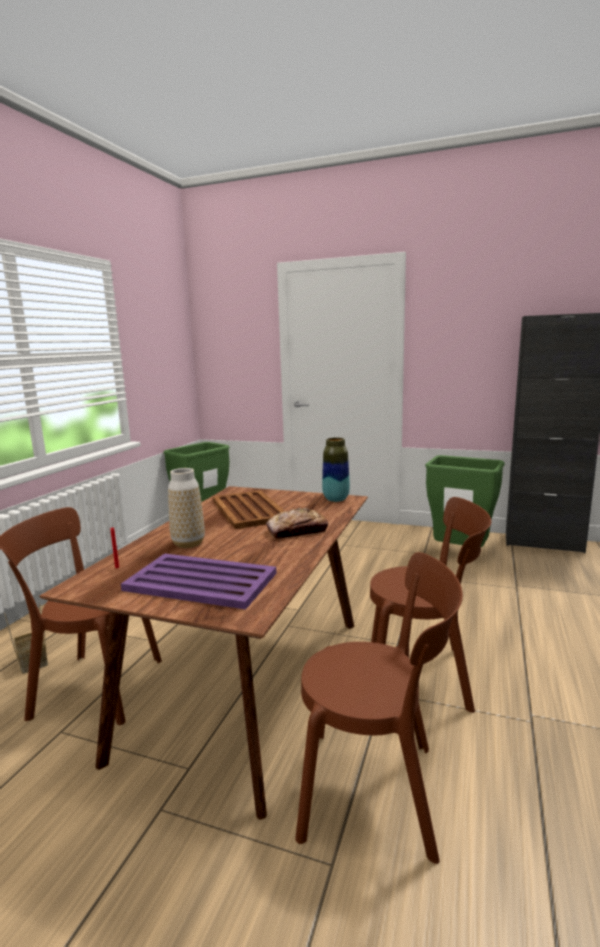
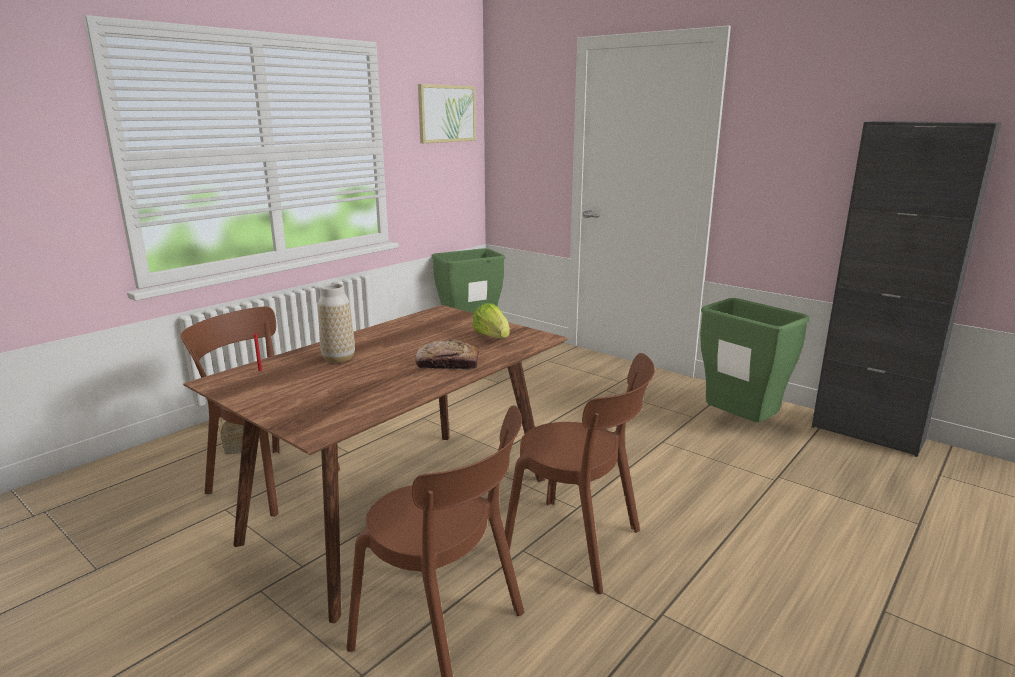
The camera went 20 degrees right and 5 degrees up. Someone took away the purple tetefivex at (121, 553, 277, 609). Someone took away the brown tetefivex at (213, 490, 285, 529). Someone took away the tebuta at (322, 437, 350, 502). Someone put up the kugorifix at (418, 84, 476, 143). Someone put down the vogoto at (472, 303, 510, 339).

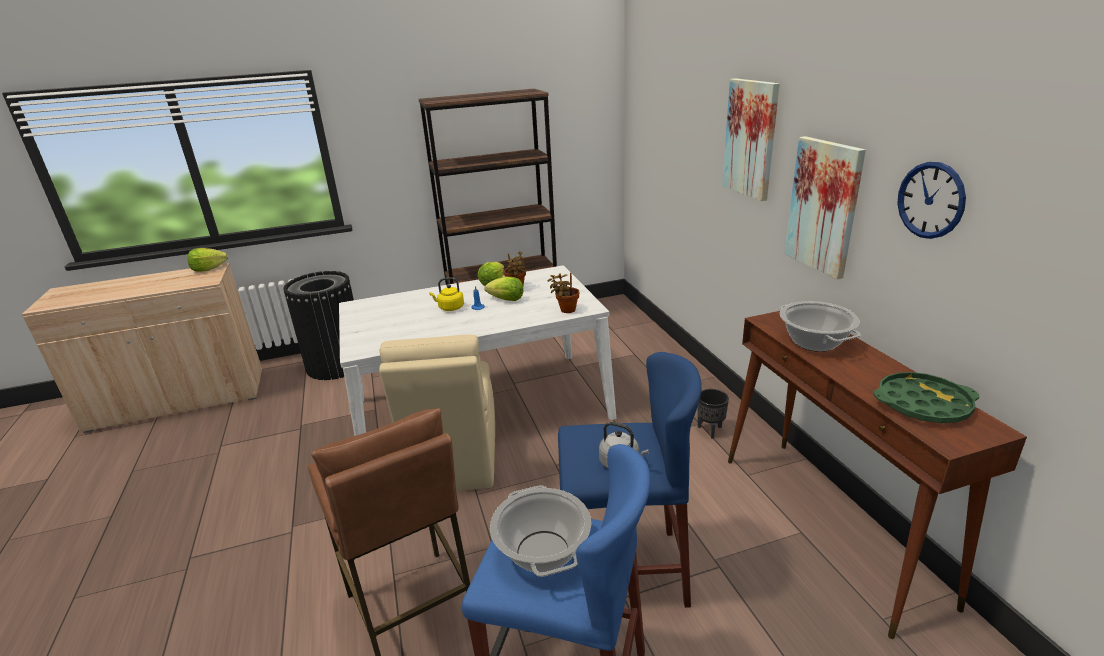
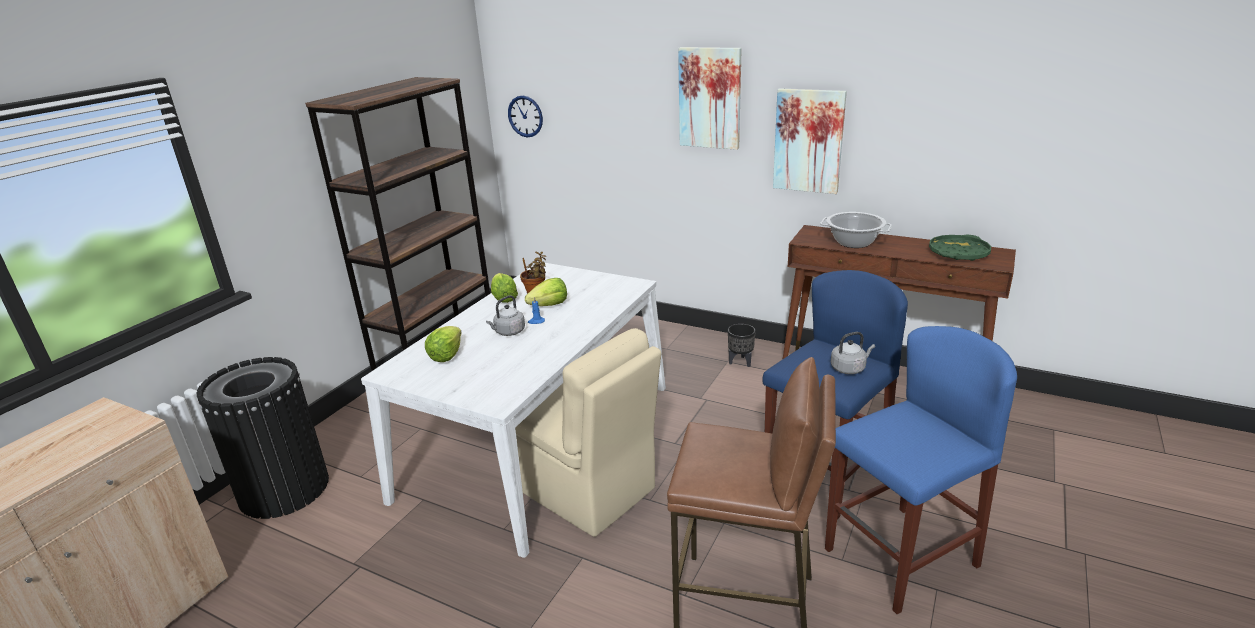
The camera went 45 degrees left and 0 degrees up. Someone carried the vogoto from (187, 248, 228, 272) to (425, 326, 462, 362). Someone repainted the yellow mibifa at (429, 277, 464, 311), which became the grey mibifa at (486, 295, 525, 336). Someone took away the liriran at (490, 485, 591, 577). Someone took away the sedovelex at (548, 273, 579, 313). Someone carried the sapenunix from (897, 162, 966, 239) to (508, 96, 543, 137).

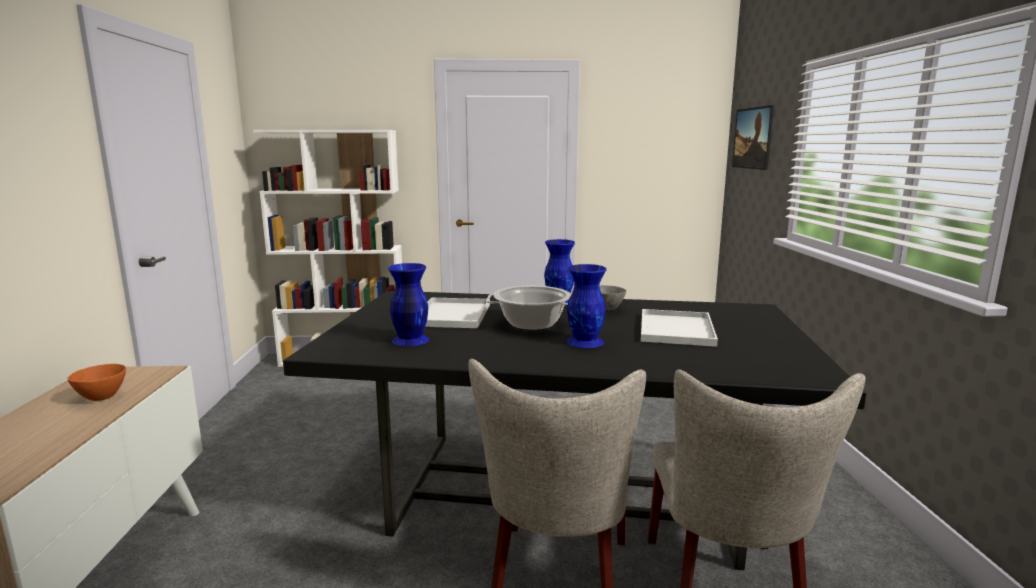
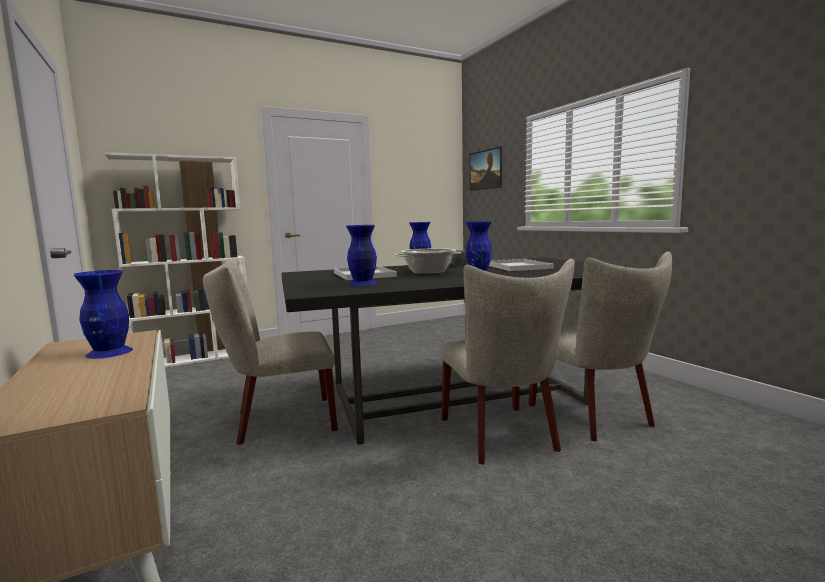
The camera went 25 degrees left and 5 degrees down. Someone swapped the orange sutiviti at (67, 364, 126, 401) for the blue tebuta at (74, 270, 133, 359). Someone put down the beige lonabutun at (203, 259, 338, 445).

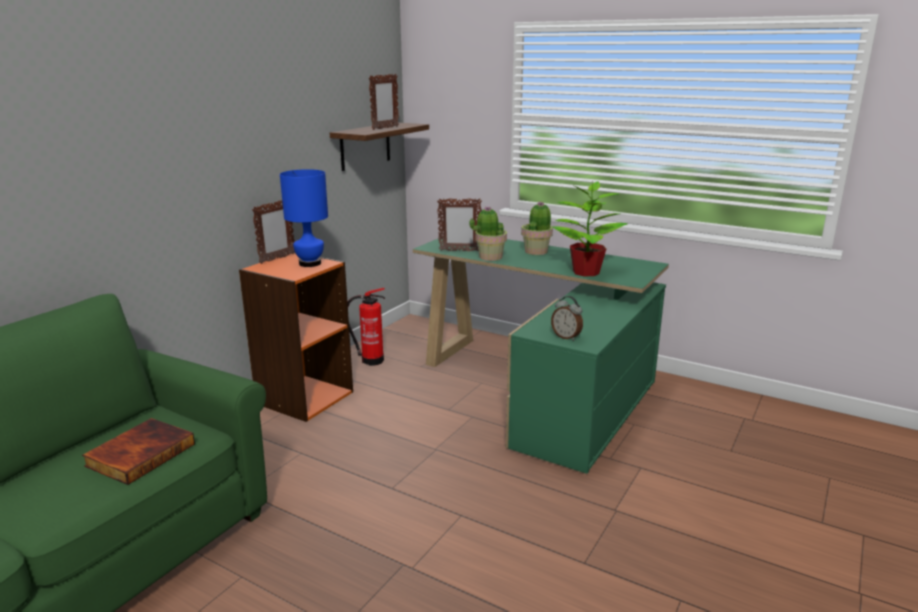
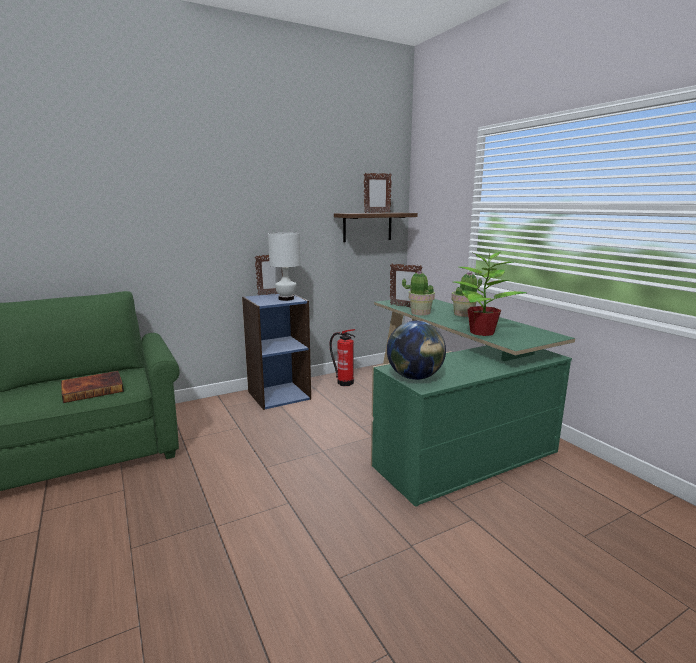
The camera went 30 degrees right and 5 degrees down. Someone repainted the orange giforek at (239, 252, 353, 422), which became the blue giforek at (242, 294, 311, 410). Someone repainted the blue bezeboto at (280, 169, 328, 267), which became the white bezeboto at (268, 232, 300, 301). Someone swapped the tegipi at (551, 296, 583, 341) for the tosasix at (387, 321, 446, 380).

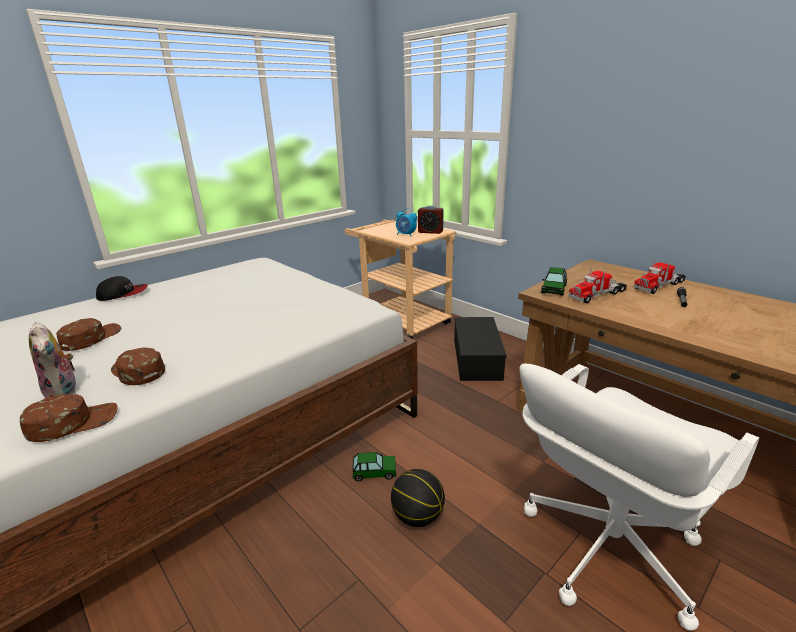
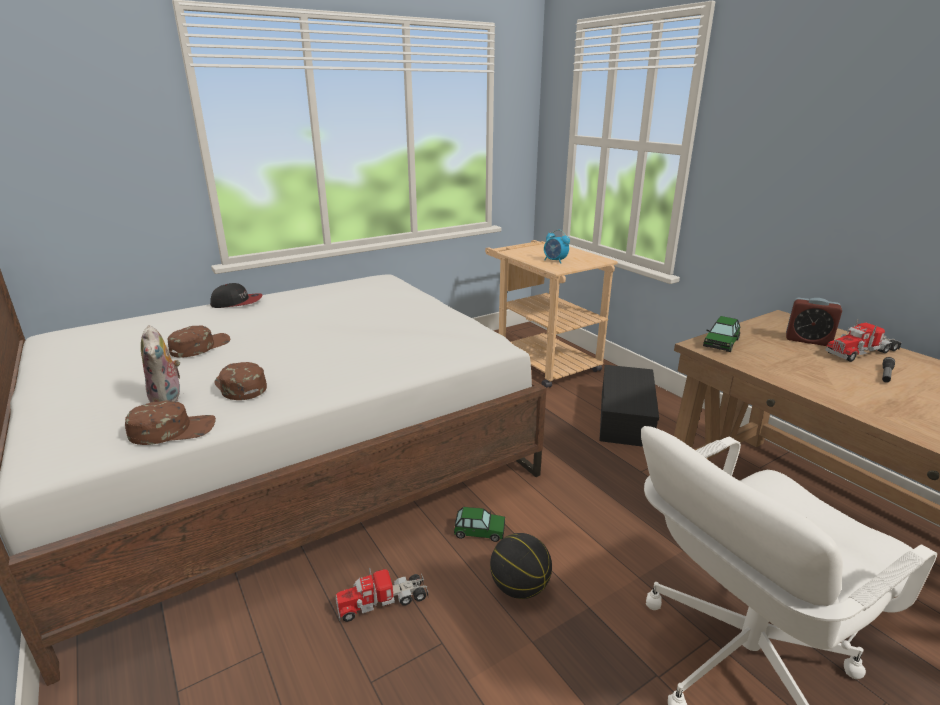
The camera went 10 degrees right and 0 degrees up. Someone carried the tegipi from (418, 205, 444, 234) to (786, 297, 842, 346). Someone carried the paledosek from (568, 268, 627, 304) to (336, 568, 428, 622).

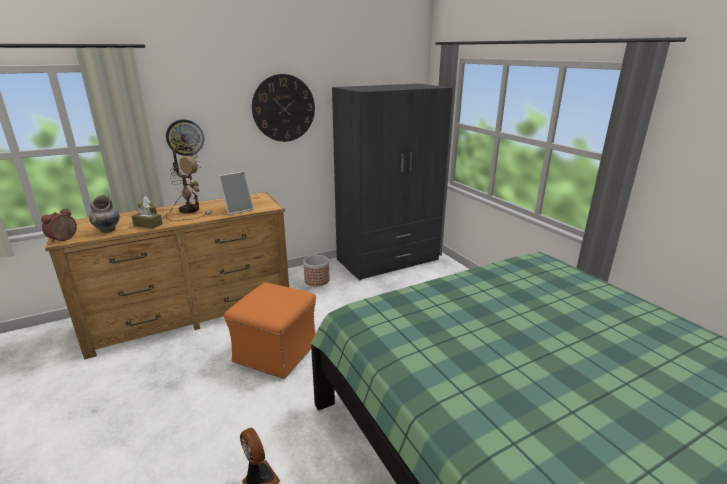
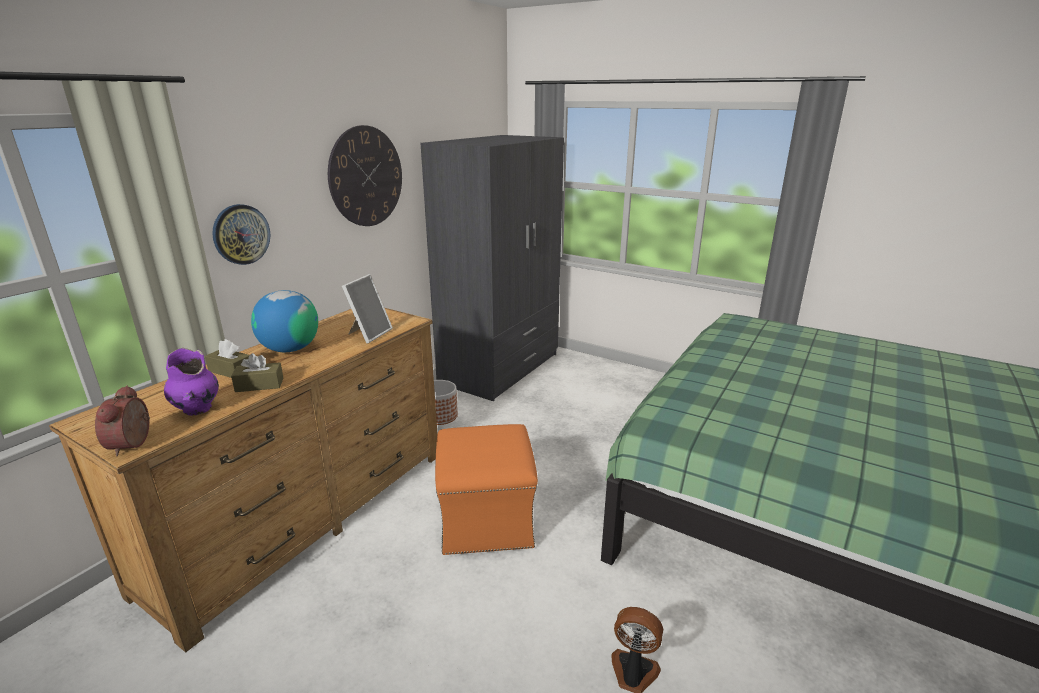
The camera went 30 degrees left and 0 degrees up. Someone repainted the grey tebuta at (89, 195, 120, 233), which became the purple tebuta at (164, 348, 219, 416). Someone swapped the bezeboto at (166, 146, 211, 221) for the tosasix at (251, 290, 318, 352).

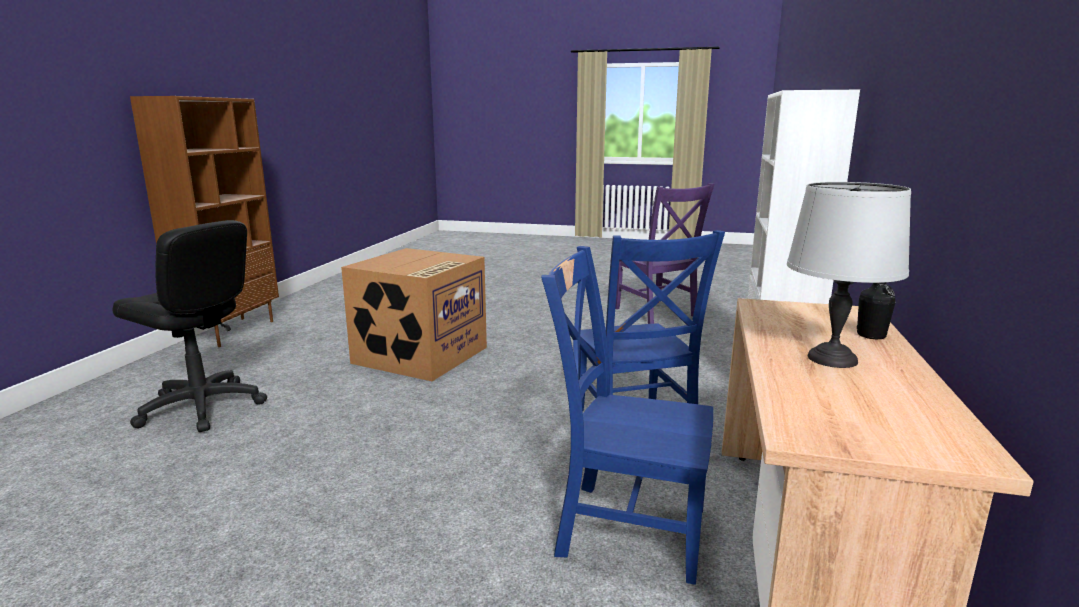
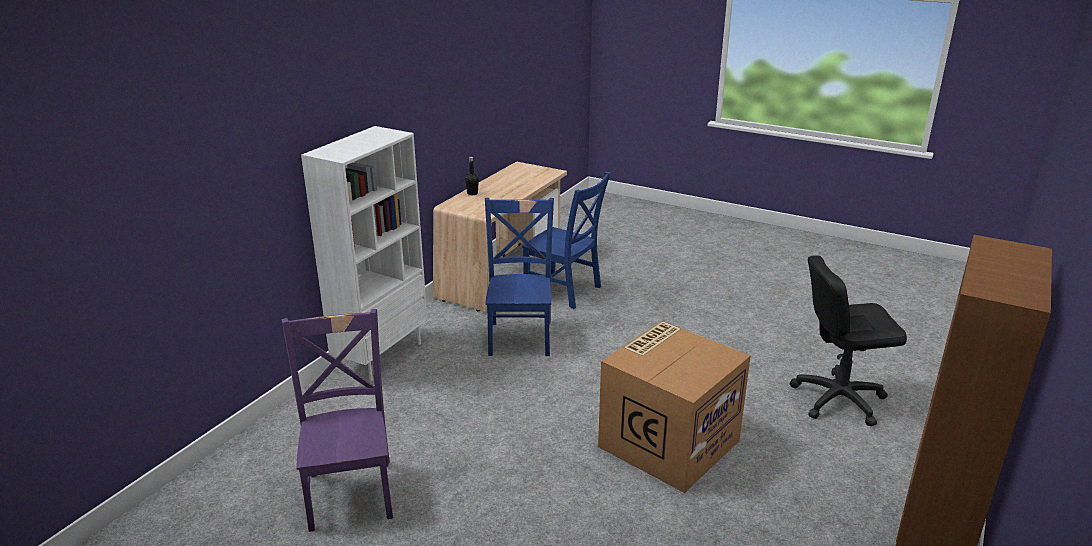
The camera went 165 degrees left and 10 degrees up. Someone rotated the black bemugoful at (112, 220, 267, 432) by 45 degrees counterclockwise. Someone took away the grey bezeboto at (787, 182, 911, 368).

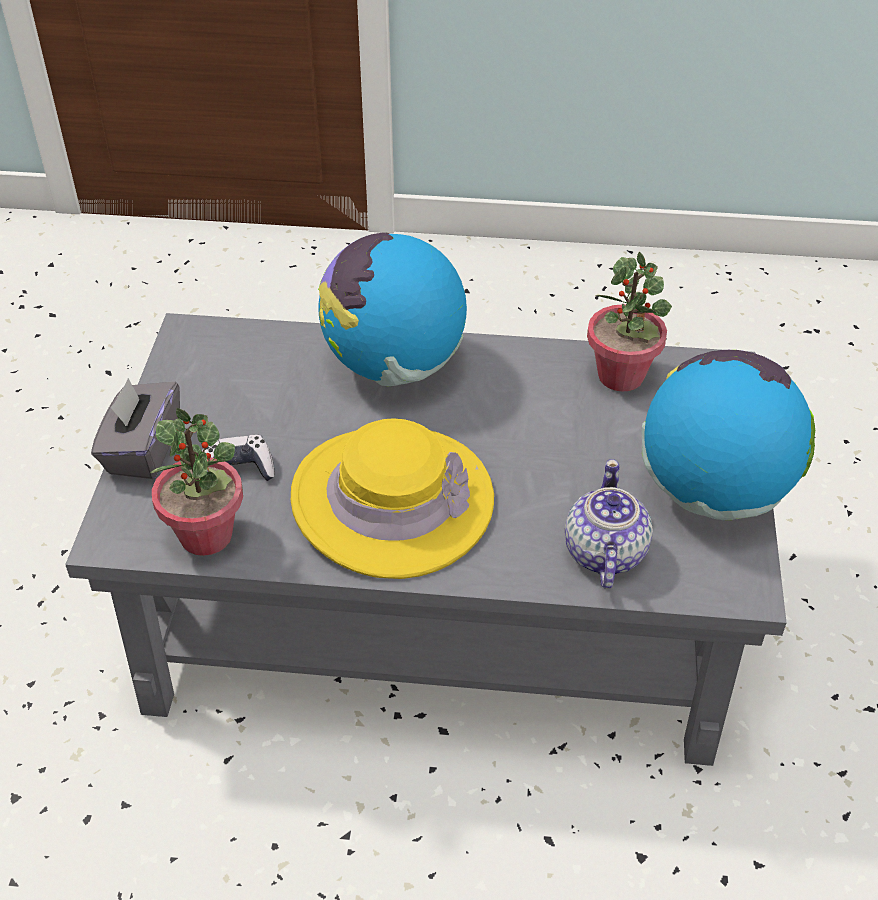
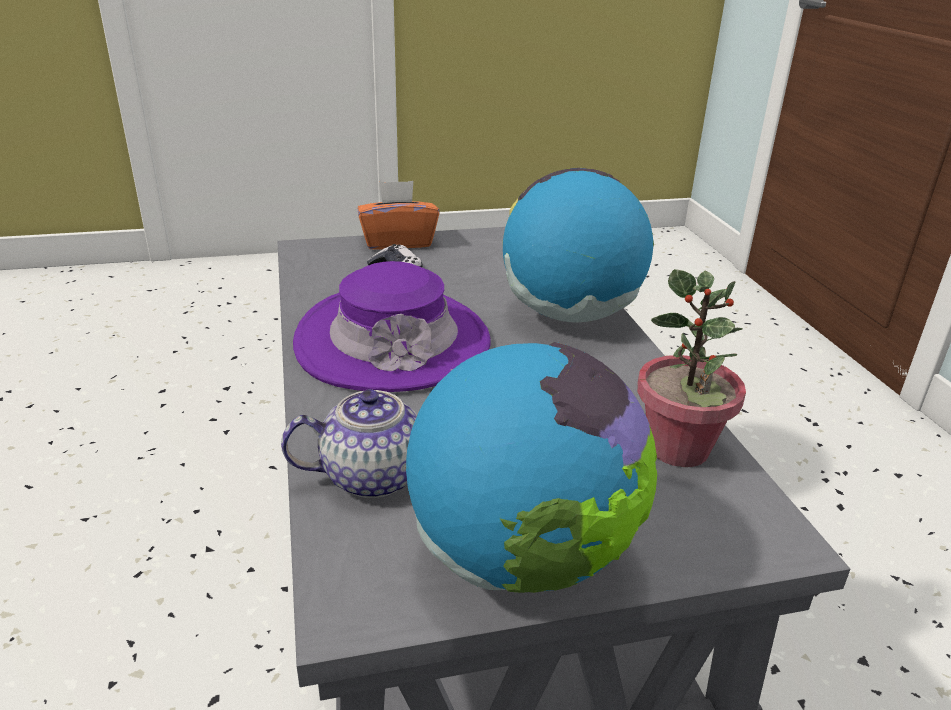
The camera went 70 degrees right and 15 degrees down. Someone repainted the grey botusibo at (91, 378, 180, 479), which became the orange botusibo at (358, 181, 439, 250). Someone took away the sedovelex at (150, 408, 243, 556). Someone repainted the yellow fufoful at (291, 418, 494, 579), which became the purple fufoful at (293, 261, 491, 392).

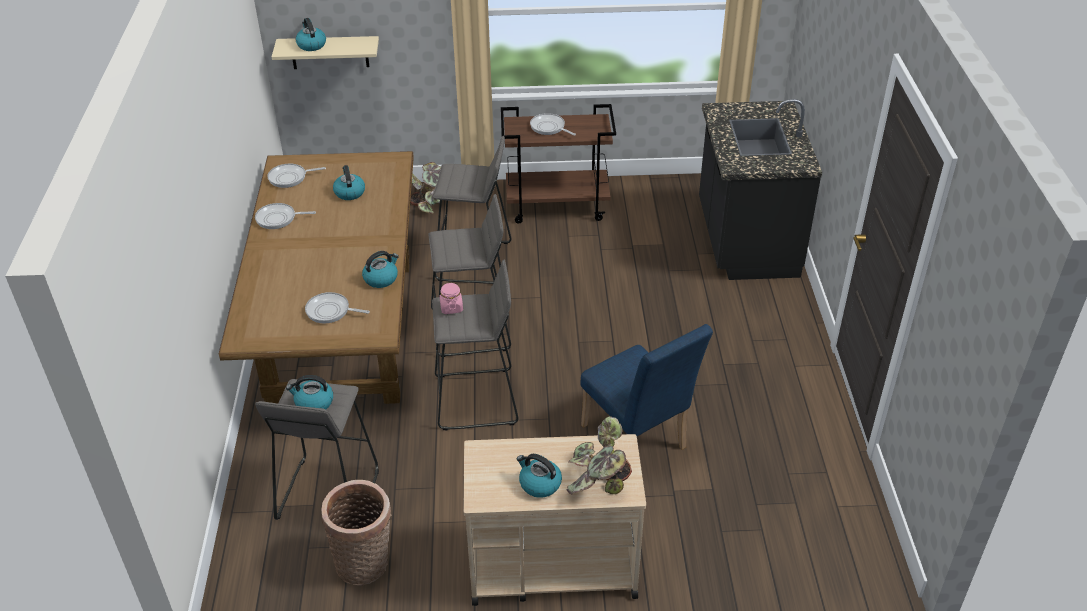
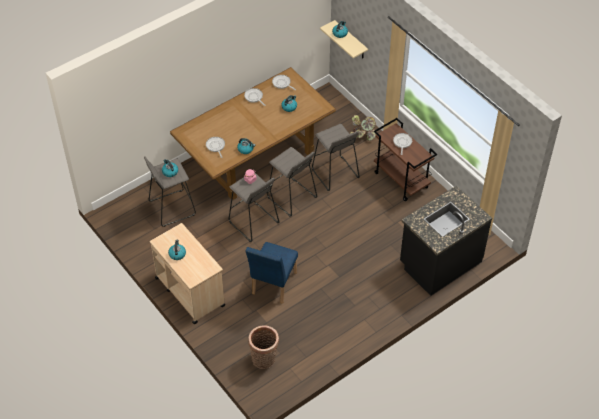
The camera went 55 degrees right and 10 degrees up. Someone carried the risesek from (321, 480, 391, 586) to (248, 325, 279, 369). Someone took away the sedovelex at (566, 416, 632, 494).

